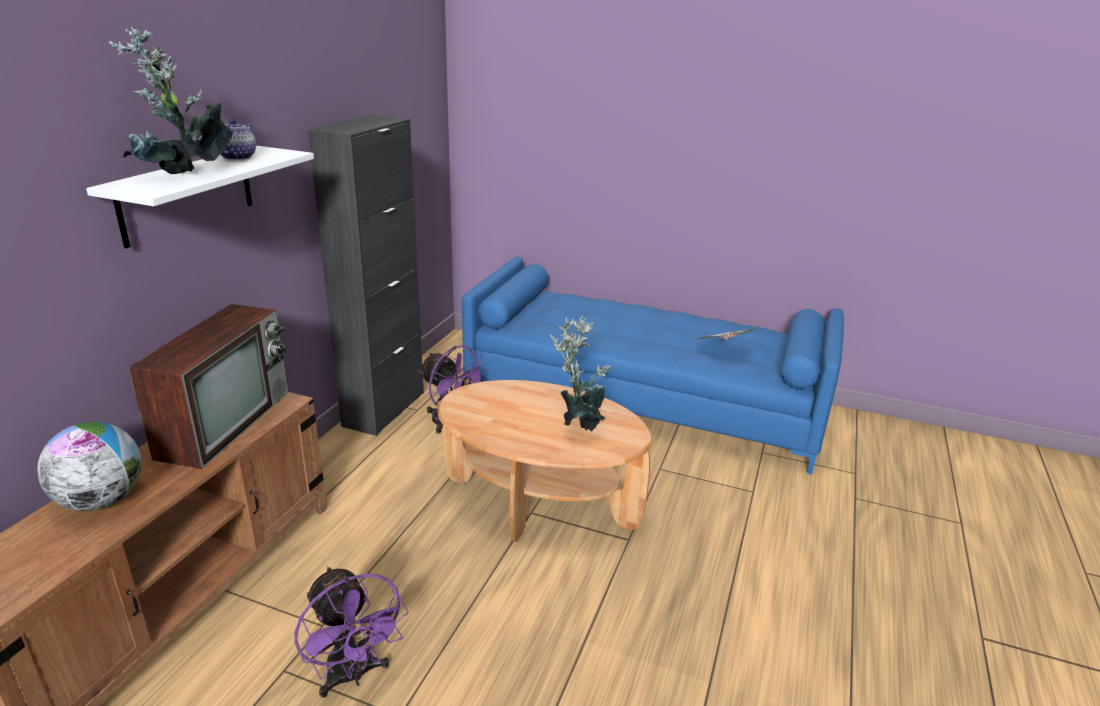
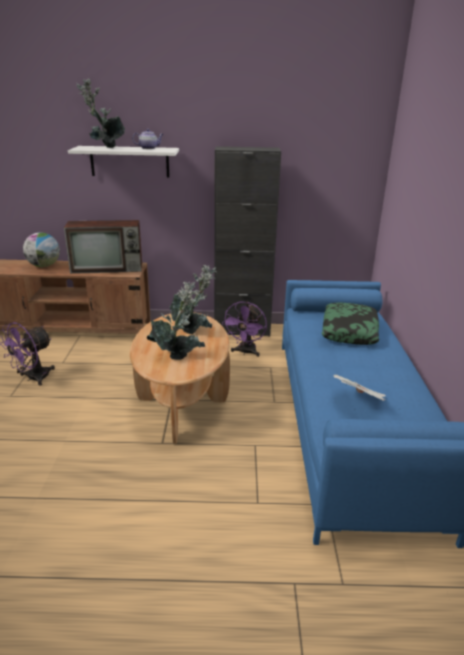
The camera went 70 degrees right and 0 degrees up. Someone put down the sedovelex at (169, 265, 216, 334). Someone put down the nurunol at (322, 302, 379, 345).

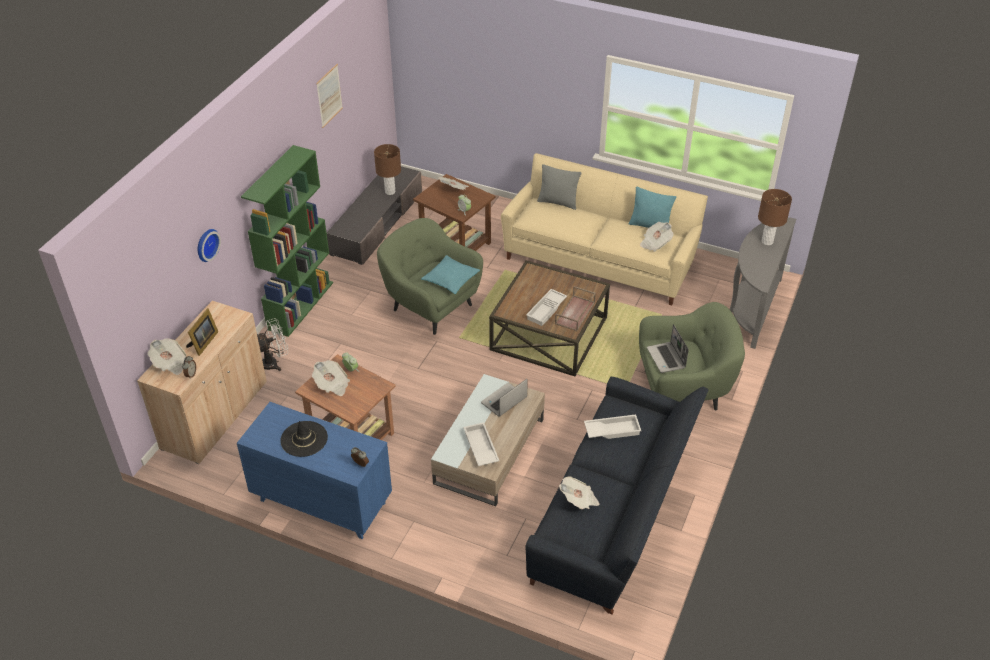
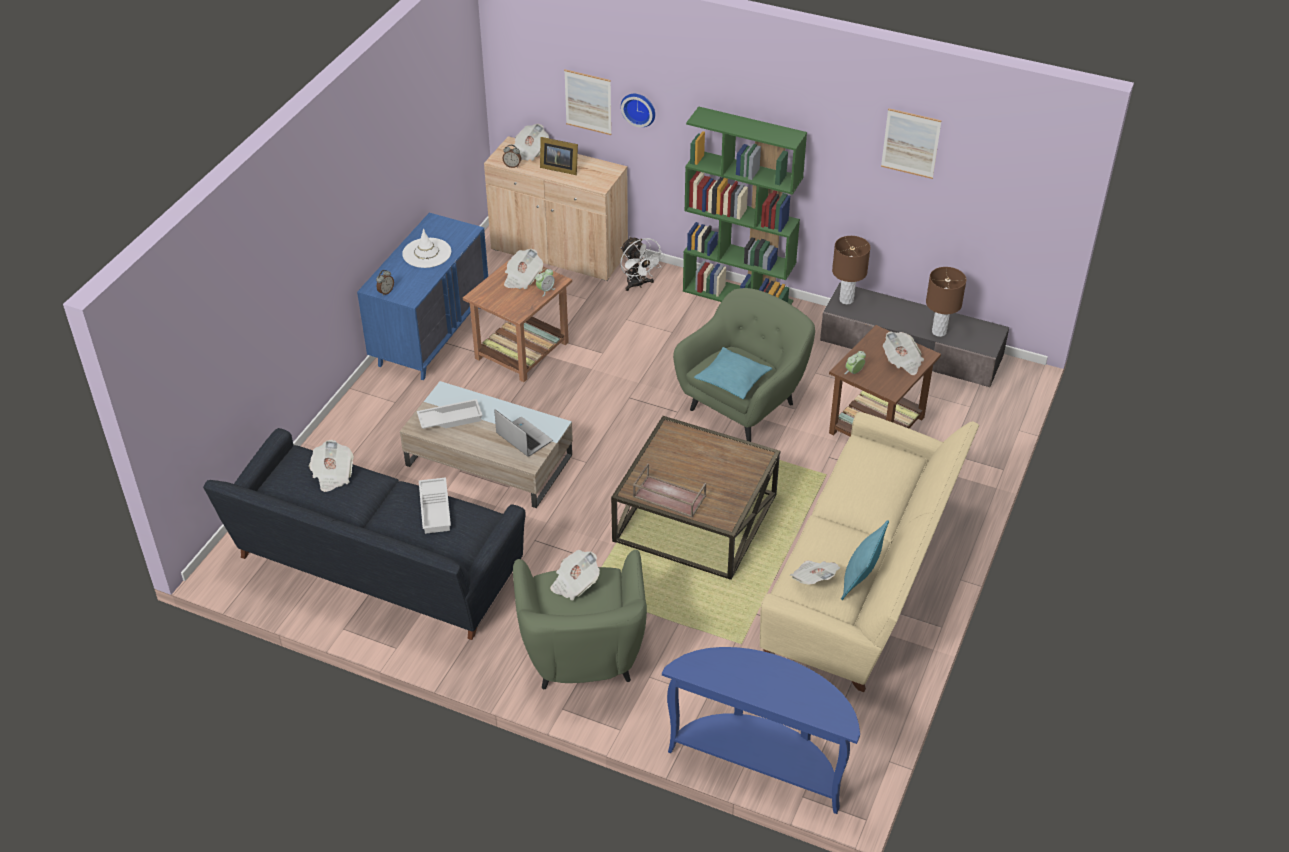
The camera went 90 degrees right and 0 degrees up. Someone repainted the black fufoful at (280, 421, 328, 457), which became the white fufoful at (402, 229, 451, 268). Someone took away the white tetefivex at (526, 289, 567, 326). Someone took away the grey nurunol at (537, 164, 582, 210). Someone swapped the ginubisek at (647, 324, 689, 373) for the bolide at (550, 550, 600, 600). Someone repainted the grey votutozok at (729, 218, 796, 349), which became the blue votutozok at (662, 647, 860, 814). Someone carried the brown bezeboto from (758, 189, 792, 245) to (832, 236, 870, 304). Someone put up the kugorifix at (564, 69, 612, 135).

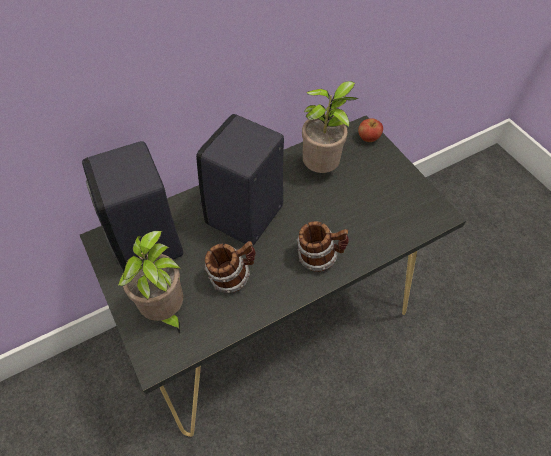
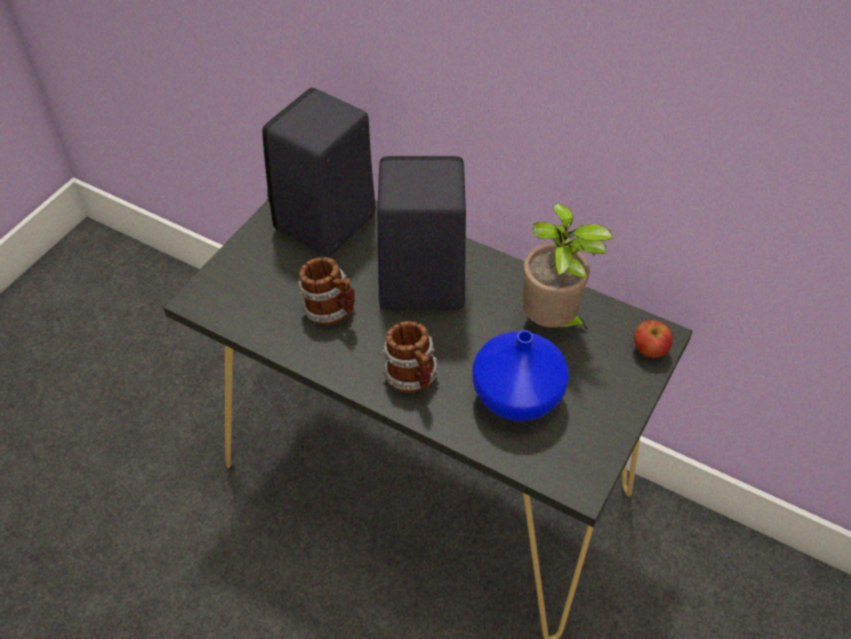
The camera went 60 degrees right and 5 degrees down. Someone took away the sedovelex at (118, 231, 183, 334). Someone put down the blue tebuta at (472, 330, 569, 422).

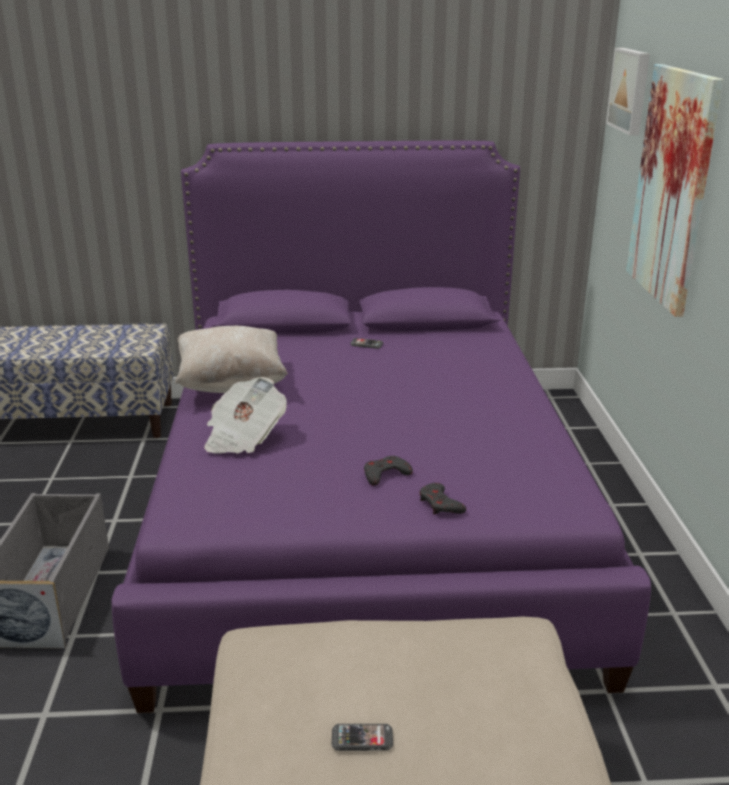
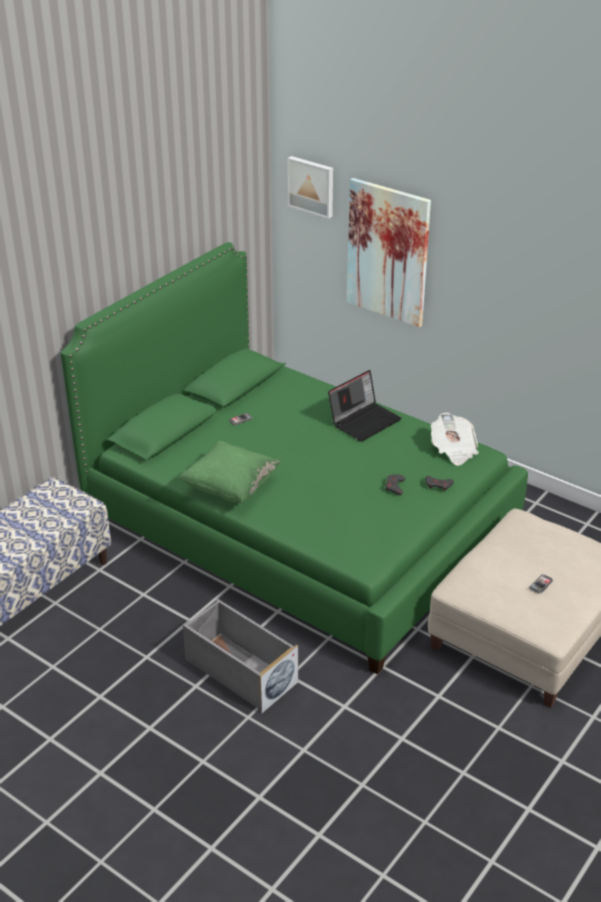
The camera went 50 degrees left and 10 degrees up. Someone repainted the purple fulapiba at (111, 141, 651, 713), which became the green fulapiba at (61, 242, 528, 675). Someone repainted the beige nurunol at (175, 326, 288, 393), which became the green nurunol at (179, 441, 281, 503). Someone carried the bolide from (204, 377, 287, 454) to (431, 413, 479, 466). Someone put down the ginubisek at (328, 370, 402, 442).

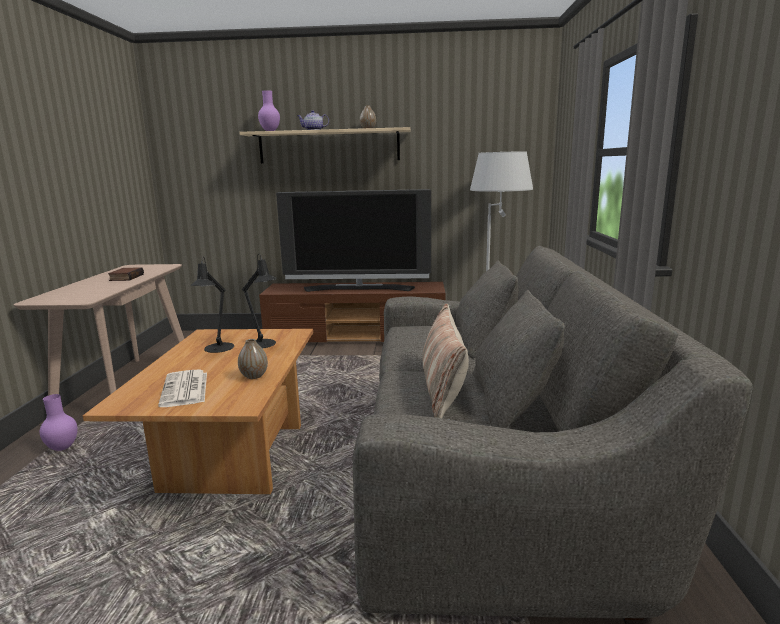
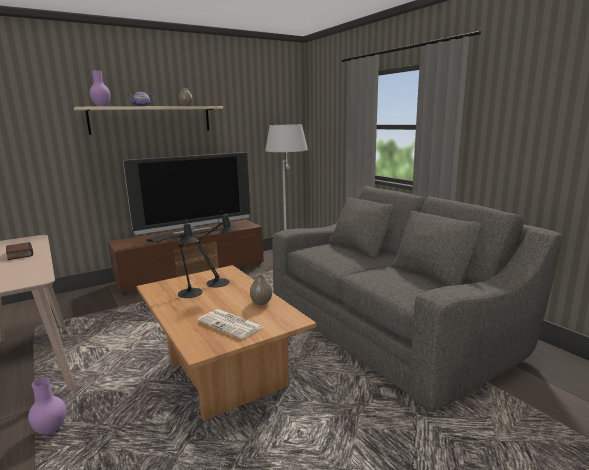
The camera went 35 degrees left and 0 degrees up. Someone took away the nurunol at (422, 304, 469, 418).

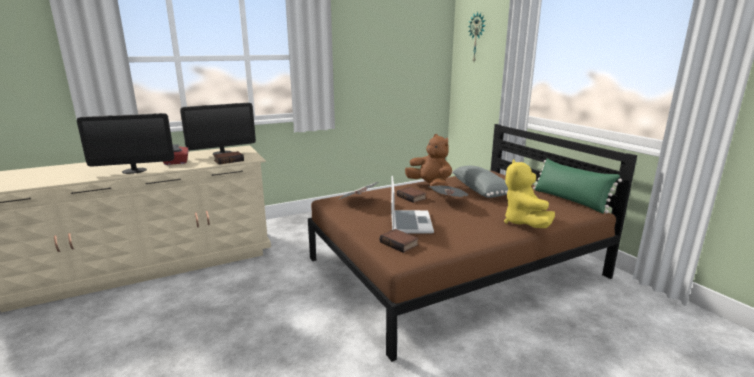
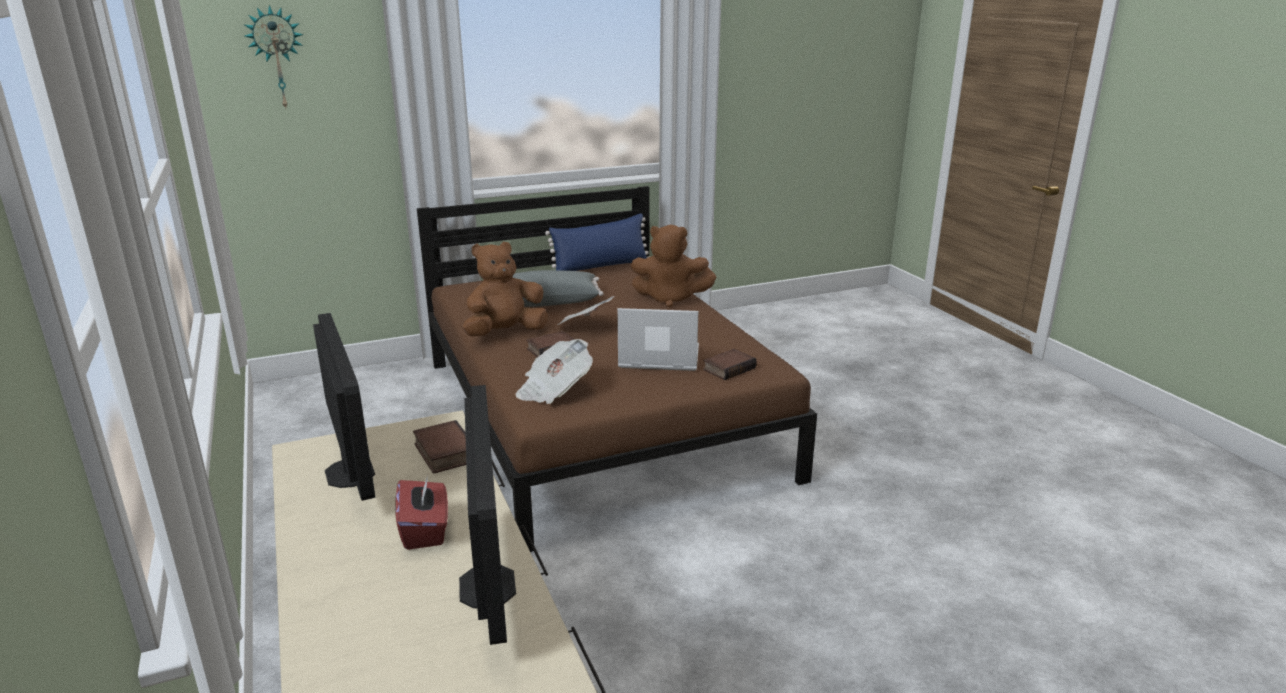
The camera went 85 degrees left and 5 degrees up. Someone repainted the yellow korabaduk at (504, 159, 555, 228), which became the brown korabaduk at (631, 225, 716, 307). Someone repainted the green nurunol at (533, 158, 622, 214), which became the blue nurunol at (545, 213, 649, 271).

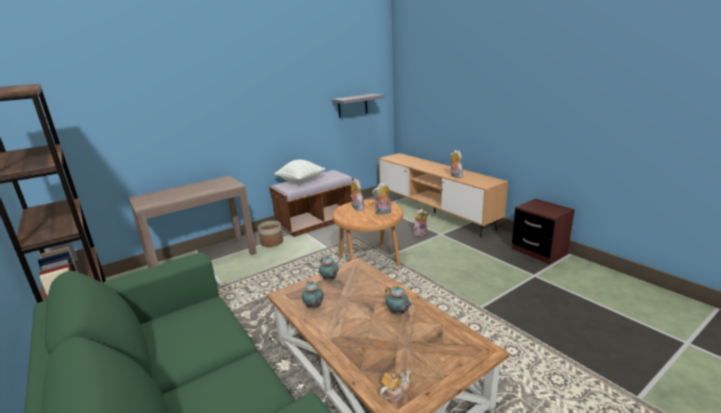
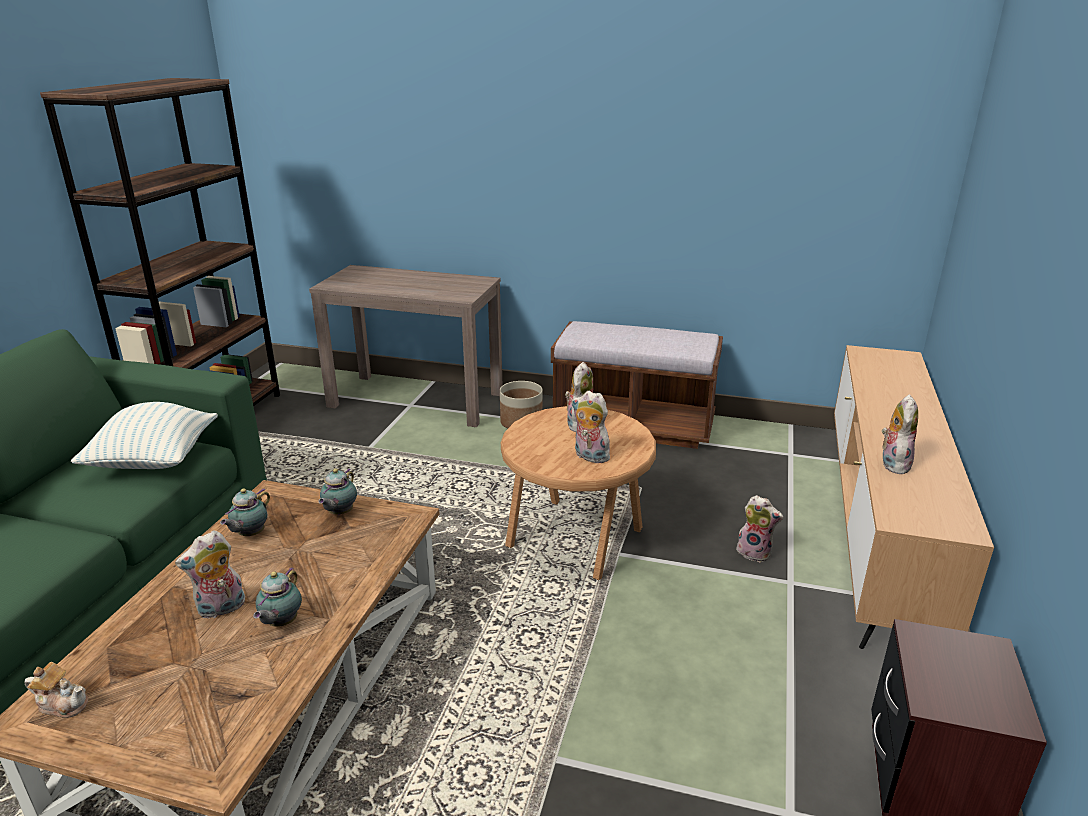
The camera went 50 degrees right and 5 degrees up. Someone carried the nurunol from (274, 159, 325, 183) to (71, 402, 218, 469). Someone took away the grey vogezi at (332, 94, 385, 118). Someone put down the korabaduk at (175, 530, 245, 619).

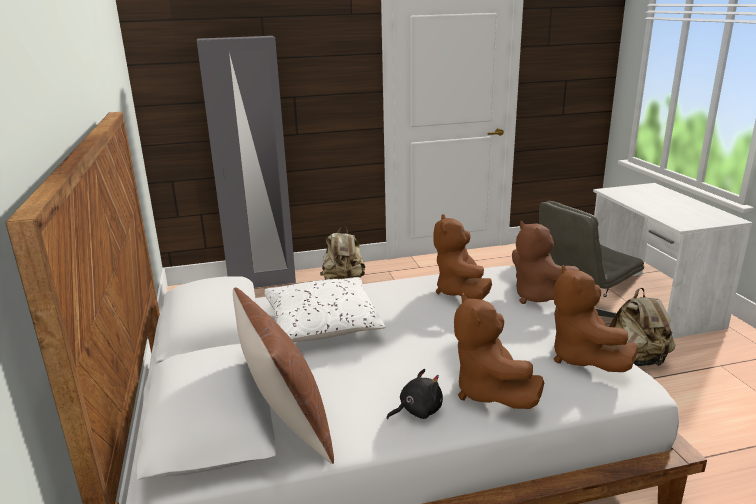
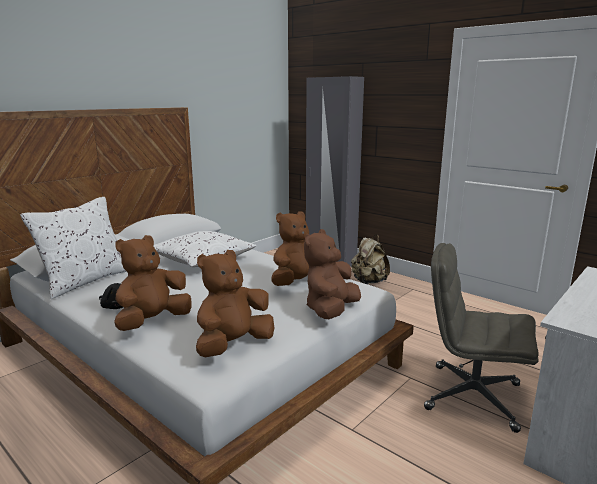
The camera went 55 degrees right and 5 degrees down. Someone repainted the brown nurunol at (233, 288, 334, 464), which became the white nurunol at (20, 197, 127, 299). Someone took away the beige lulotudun at (609, 288, 675, 366).

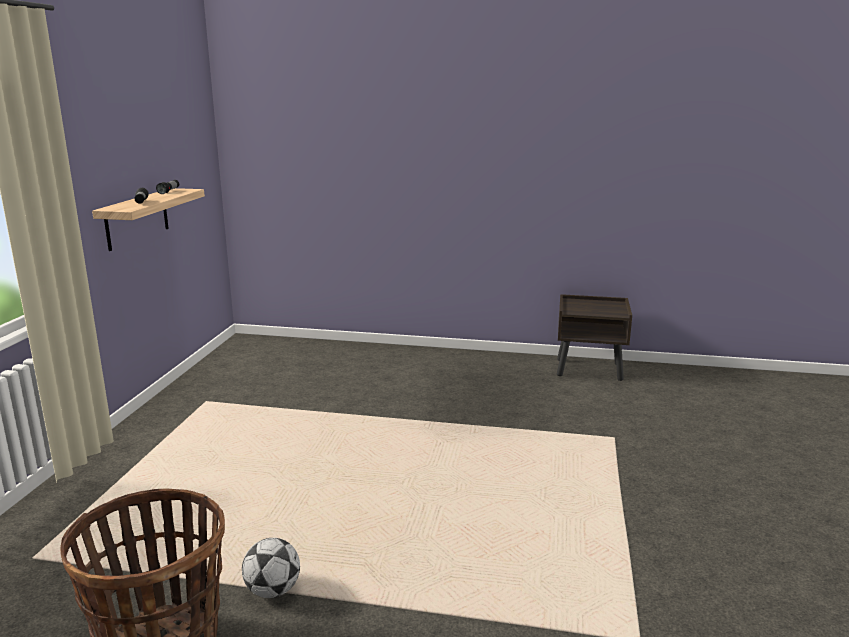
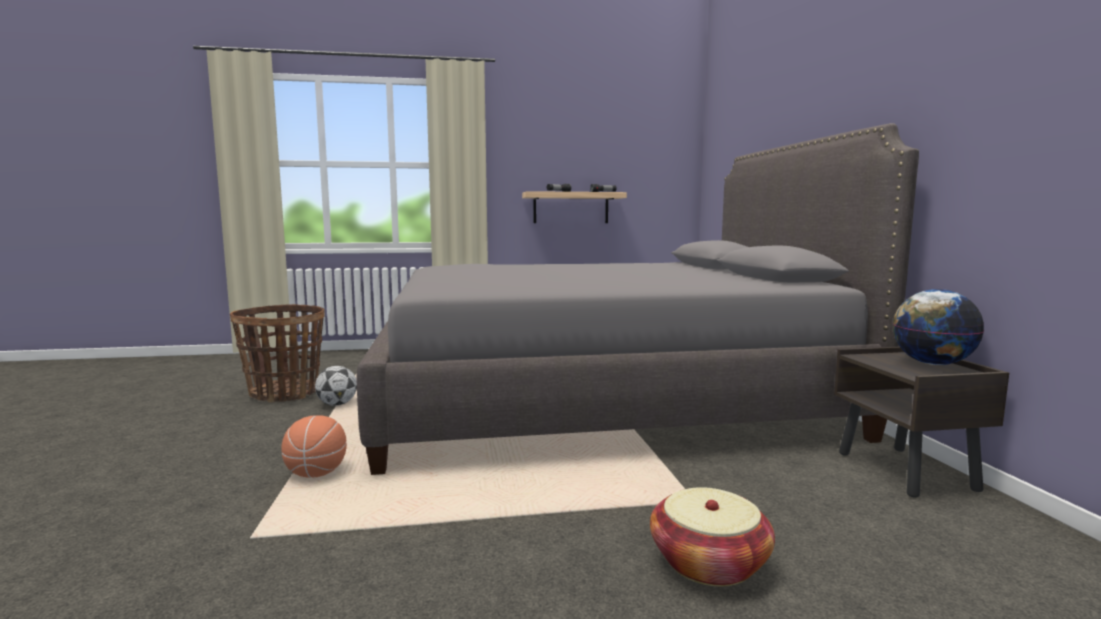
The camera went 70 degrees right and 10 degrees down. Someone put down the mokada at (281, 415, 347, 478). Someone put down the grey fulapiba at (357, 123, 919, 475). Someone put down the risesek at (650, 487, 775, 586). Someone put down the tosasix at (893, 289, 984, 365).

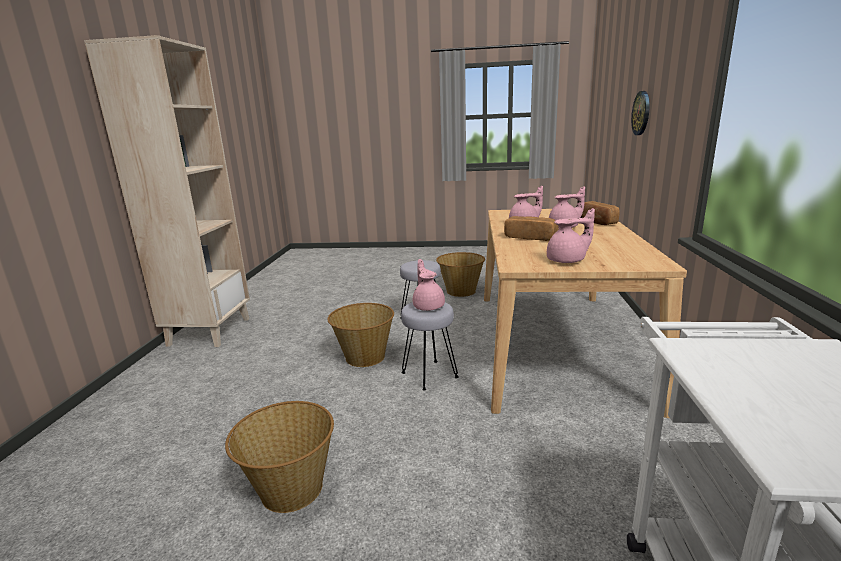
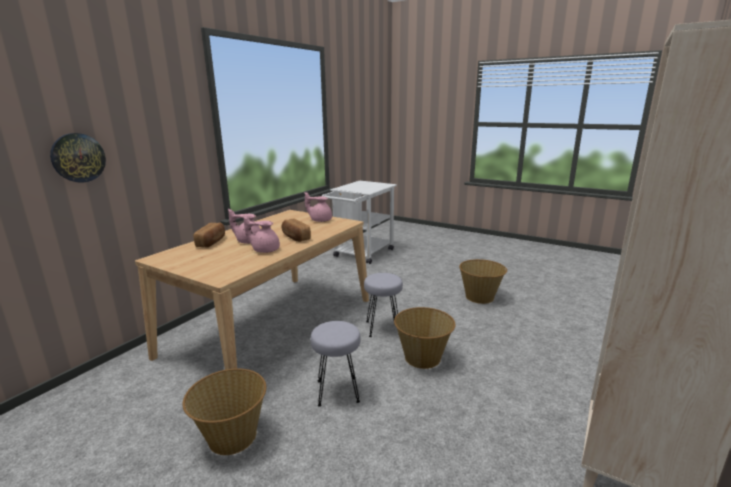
The camera went 155 degrees left and 0 degrees up. Someone took away the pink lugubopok at (413, 259, 445, 311).

